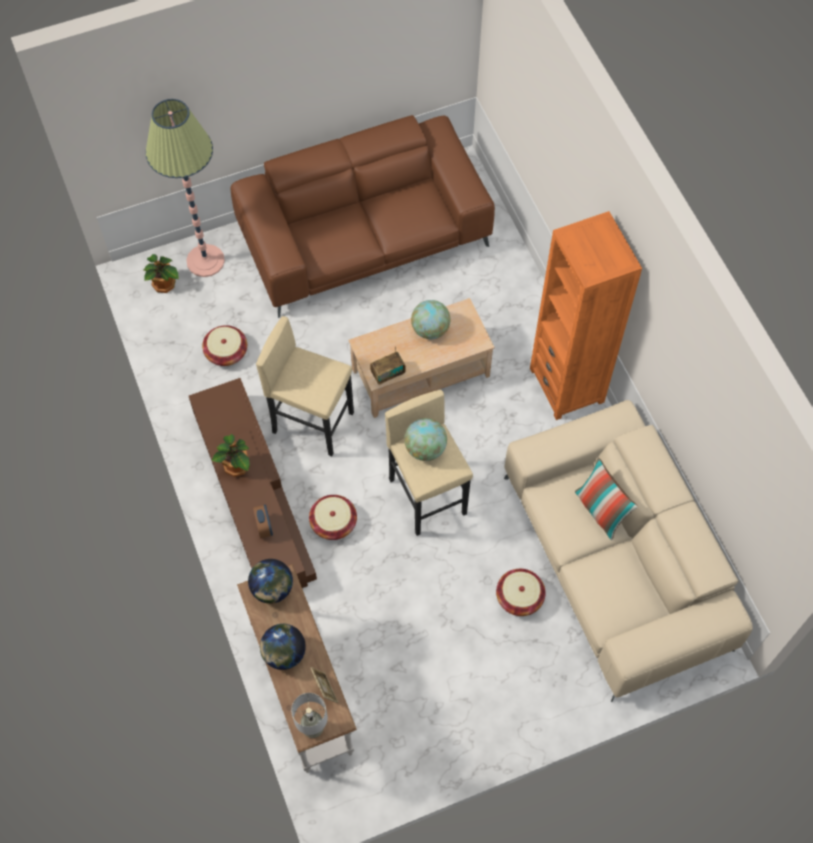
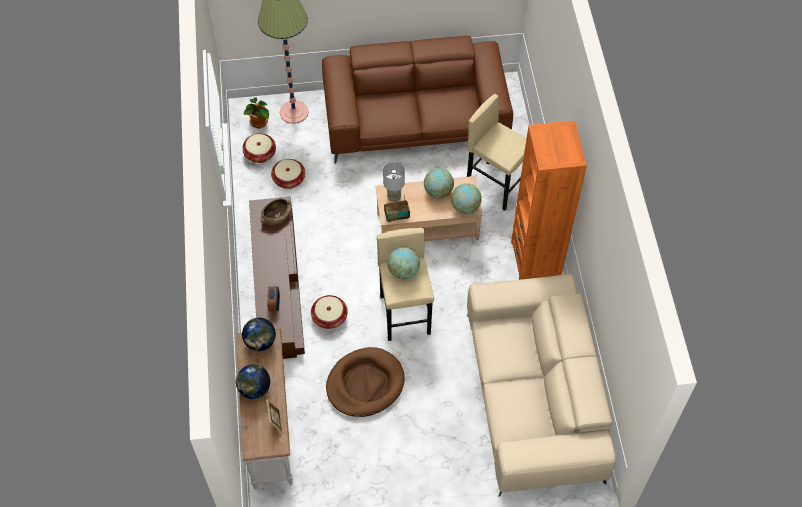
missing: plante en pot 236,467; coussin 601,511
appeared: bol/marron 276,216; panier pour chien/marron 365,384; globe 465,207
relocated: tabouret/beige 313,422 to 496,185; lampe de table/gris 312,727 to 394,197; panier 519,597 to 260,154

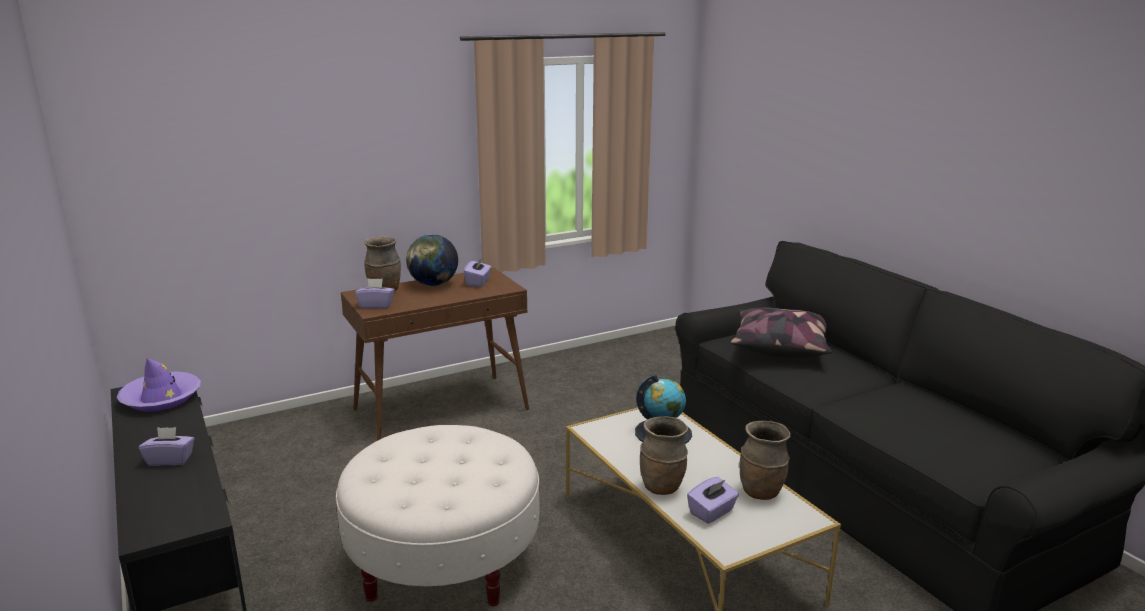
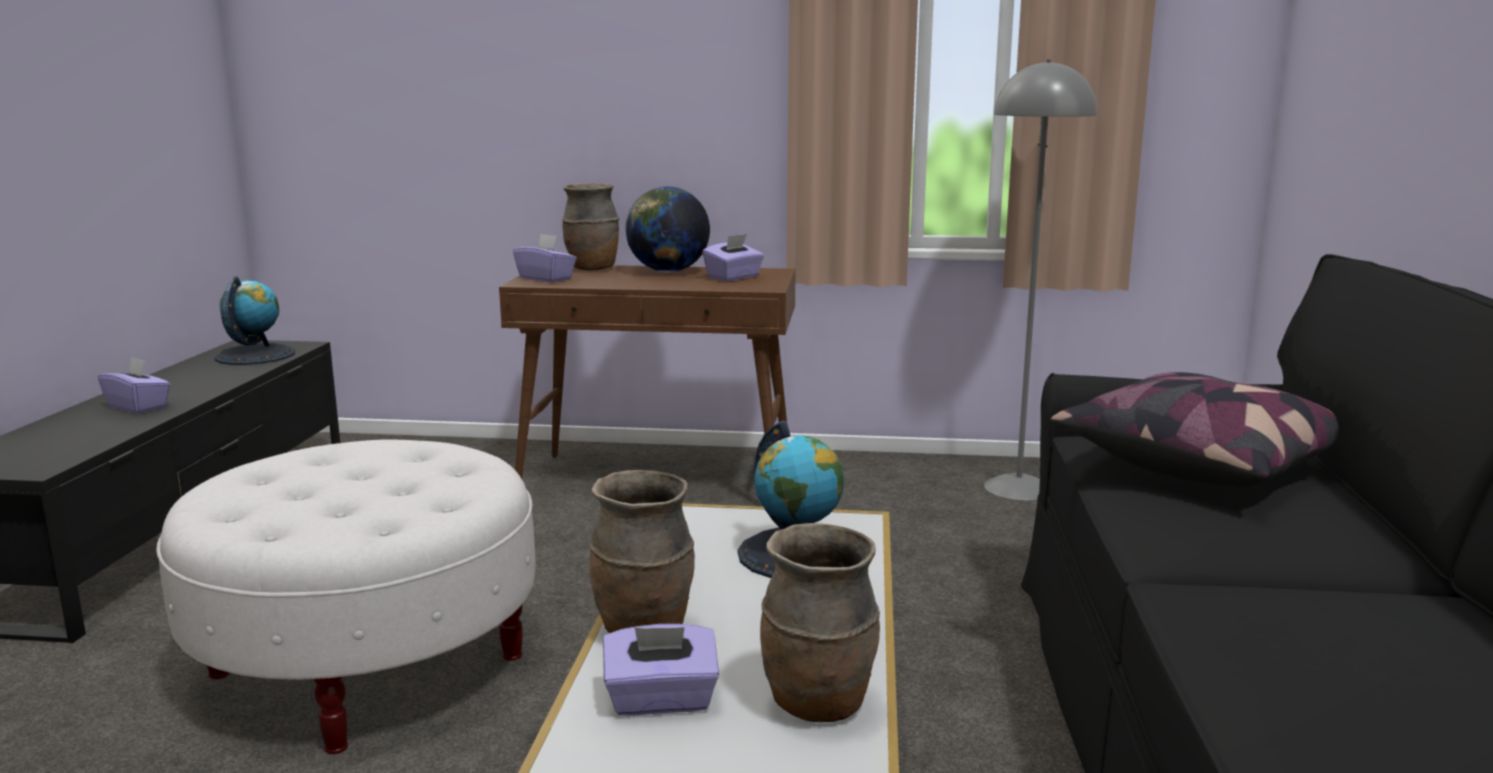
appeared: lampadaire/gris 1019,488
exchanged: chapeau/violet 161,398 to globe 255,355

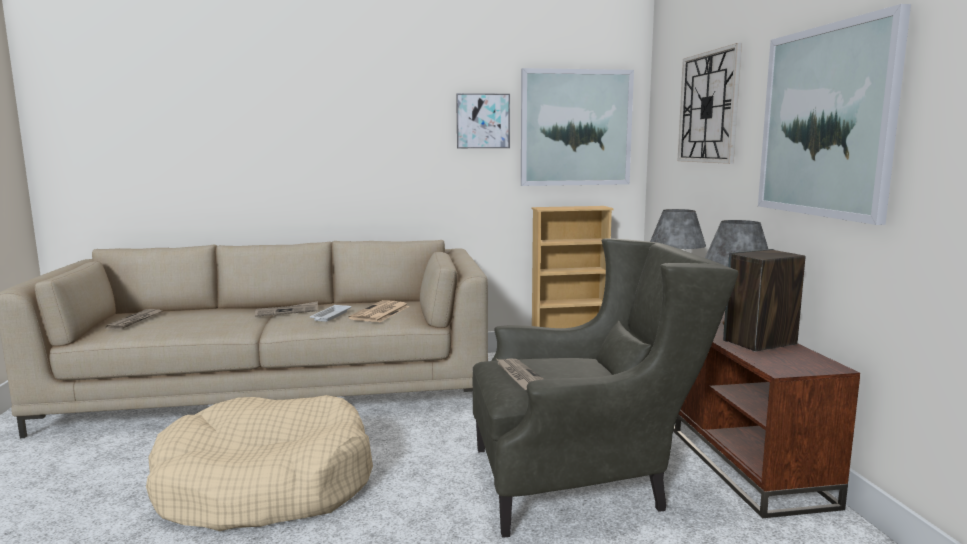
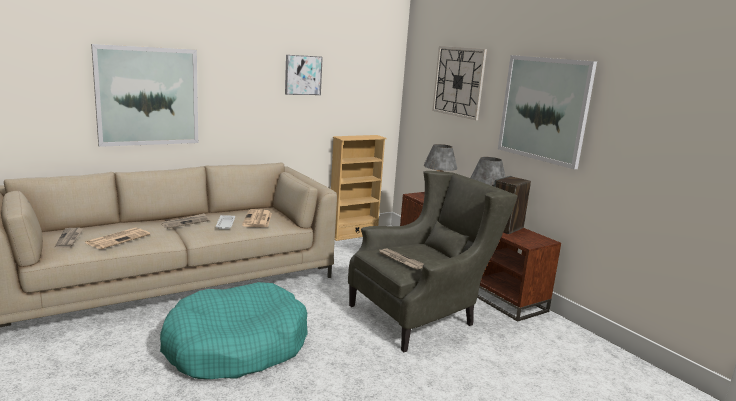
appeared: journal 118,238
relocated: tableau 576,128 to 148,96
colour: panier pour chien/beige 266,485 to panier pour chien/turquoise 236,346

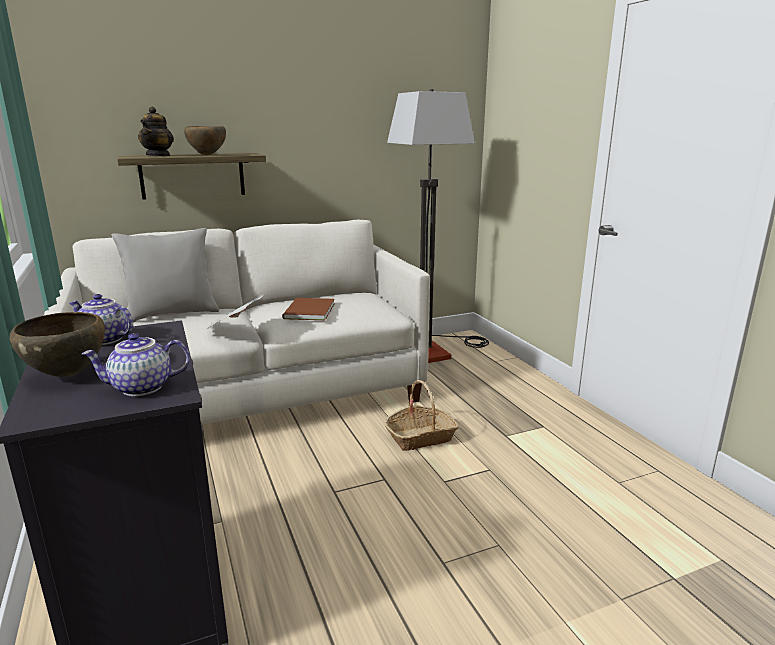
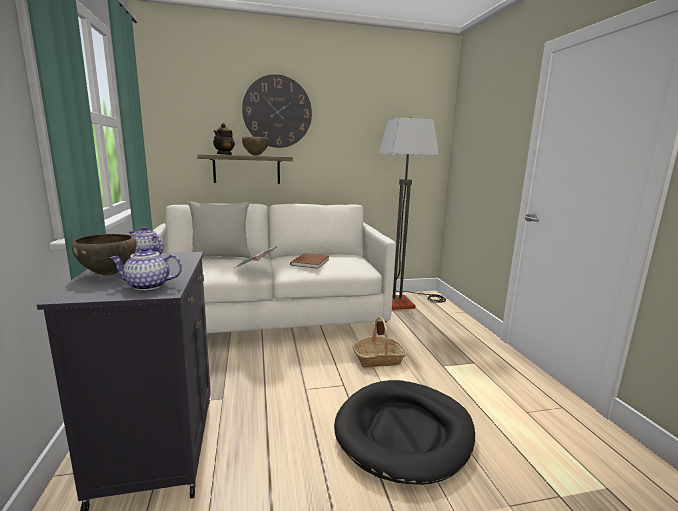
appeared: horloge murale 277,112; panier pour chien/noir 404,432

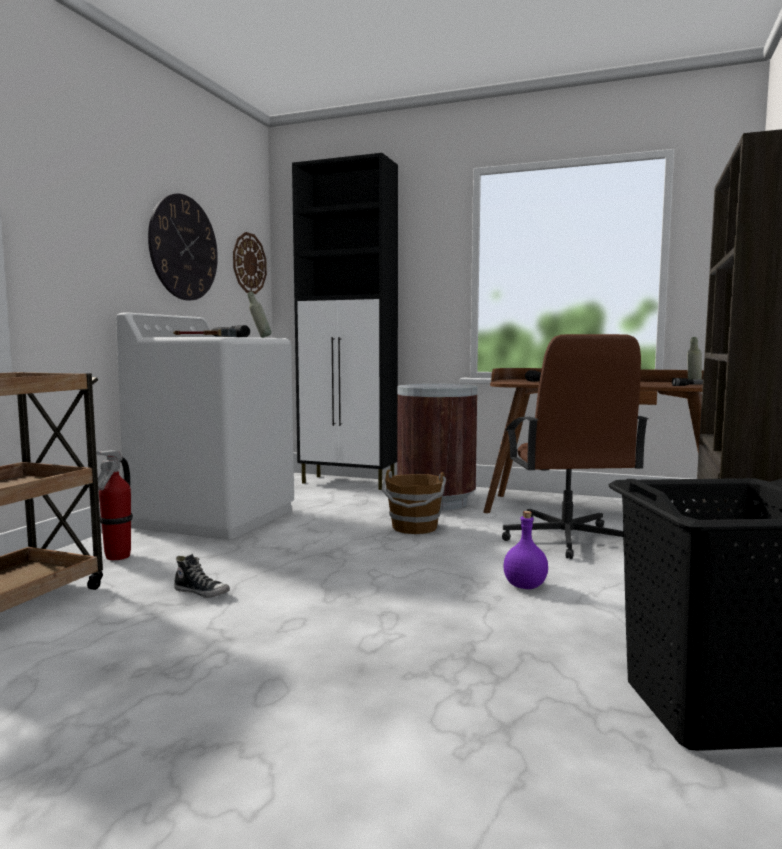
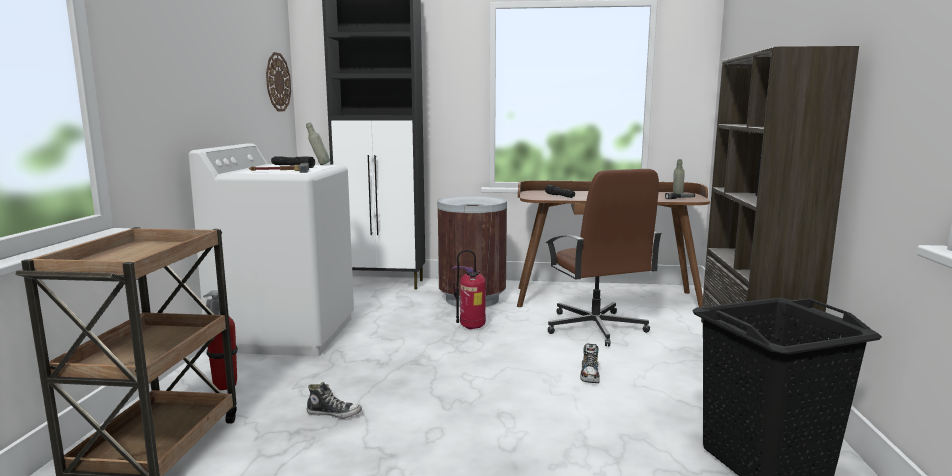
missing: horloge murale 184,248
exchanged: seau/marron 414,528 to extincteur 471,328; bouteille/violet 525,586 to chaussure 590,375

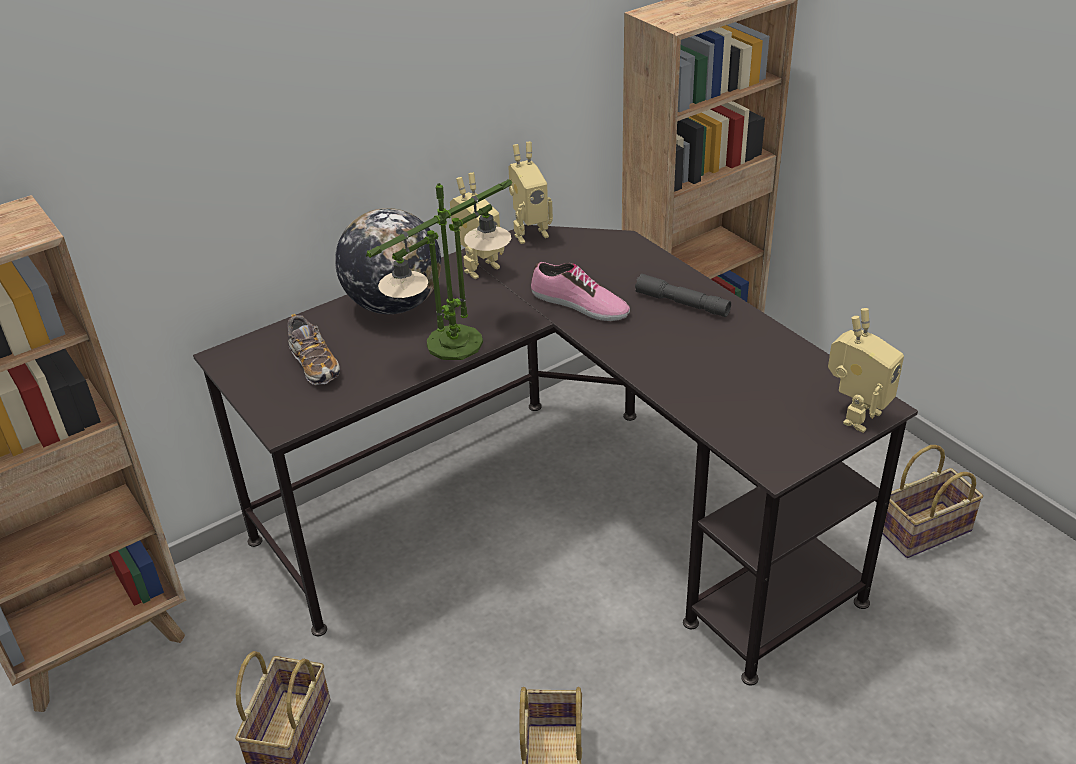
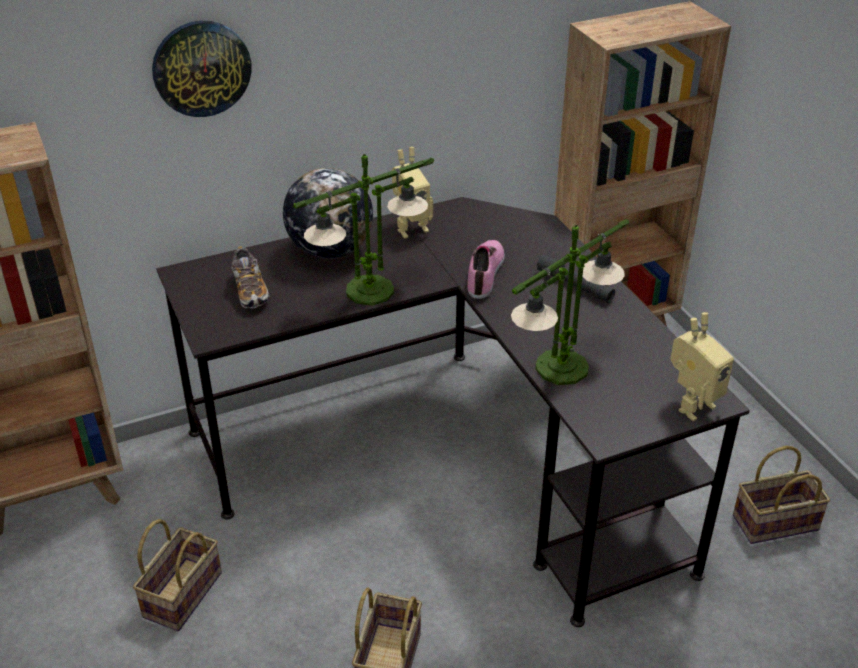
missing: robot jouet 529,233
appeared: horloge murale 201,68; lampe de table 561,368
spun: chaussure 579,304 = 485,273 120 degrees counterclockwise

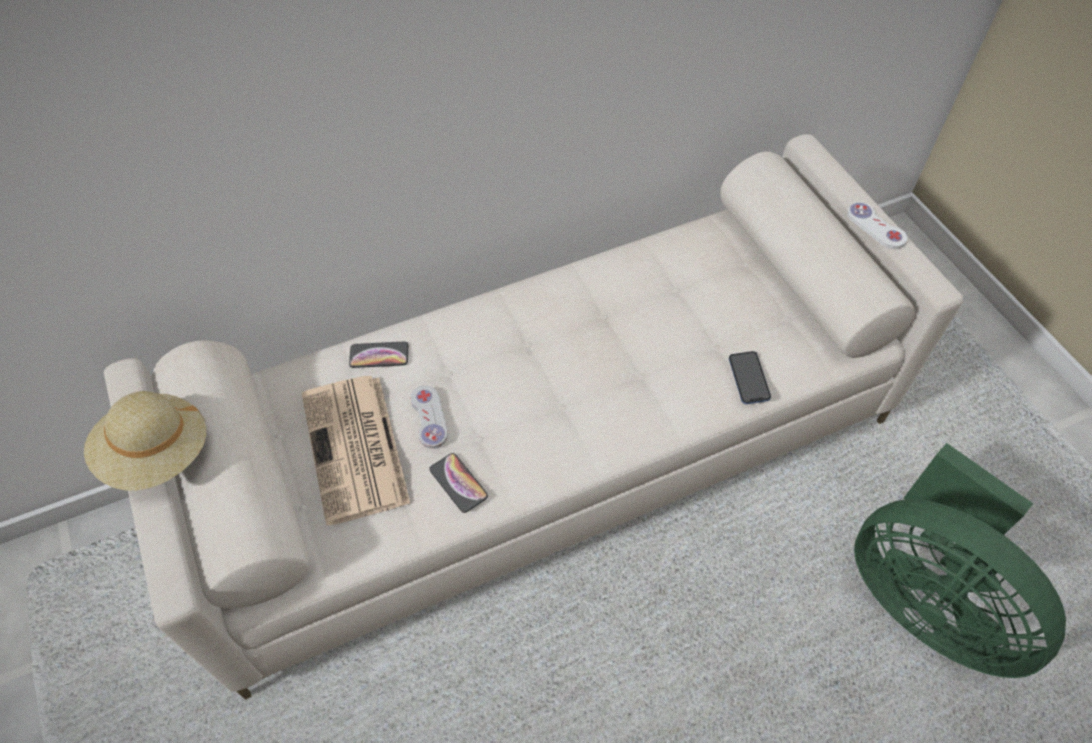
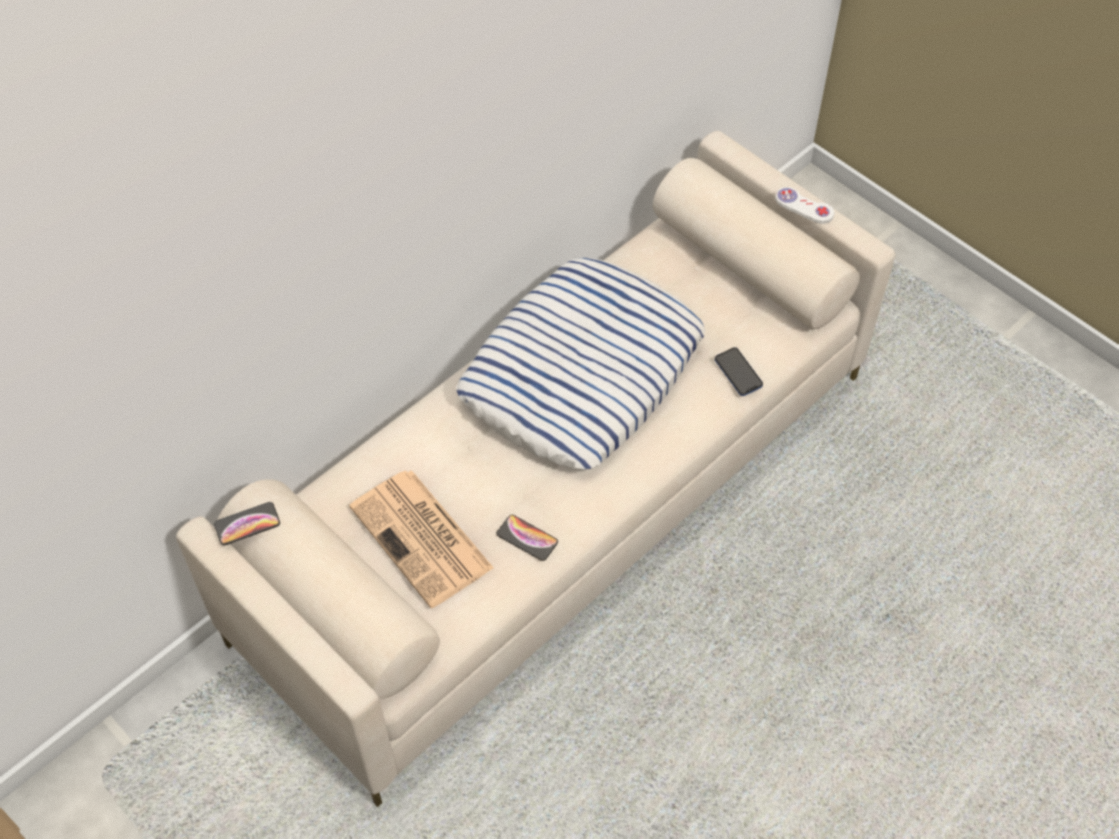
missing: chapeau/beige 156,454; manette/blanc 429,417; ventilateur/vert 924,599
appeared: coussin 582,372
relocated: téléphone 379,355 to 247,524

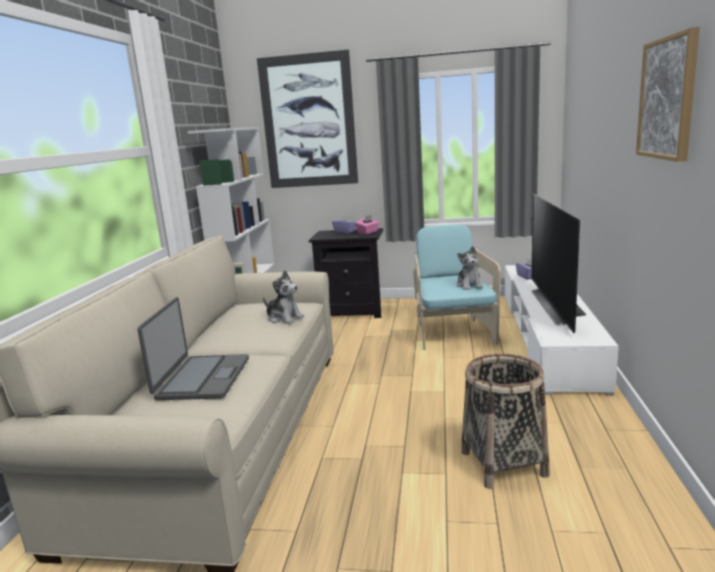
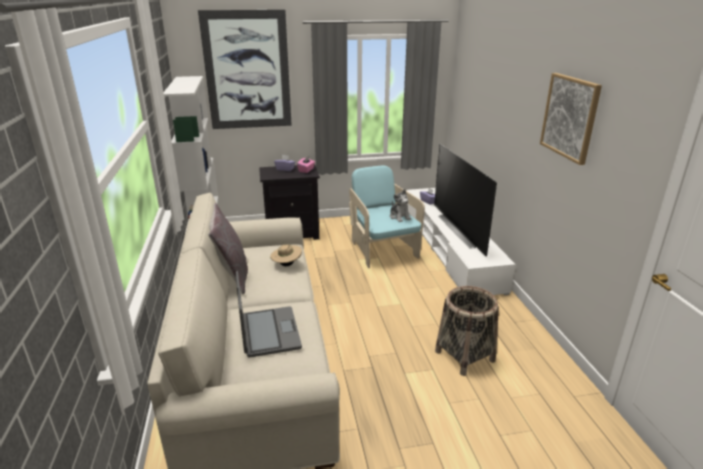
appeared: coussin/gris 232,276
exchanged: peluche 284,318 to chapeau/beige 286,264

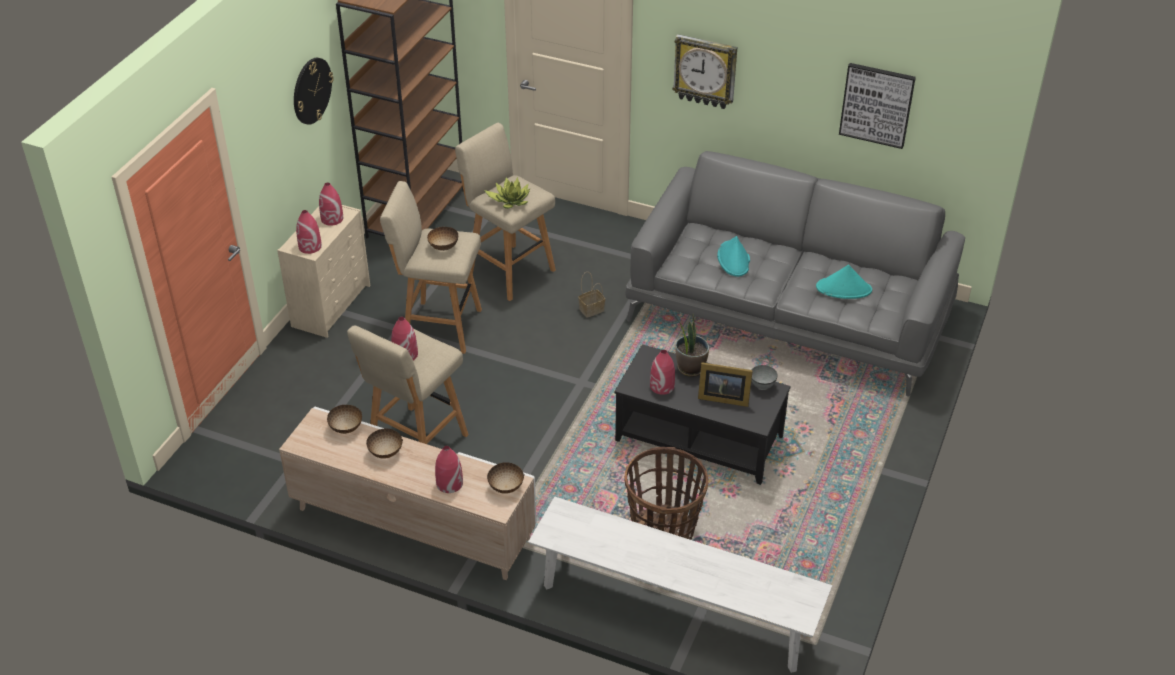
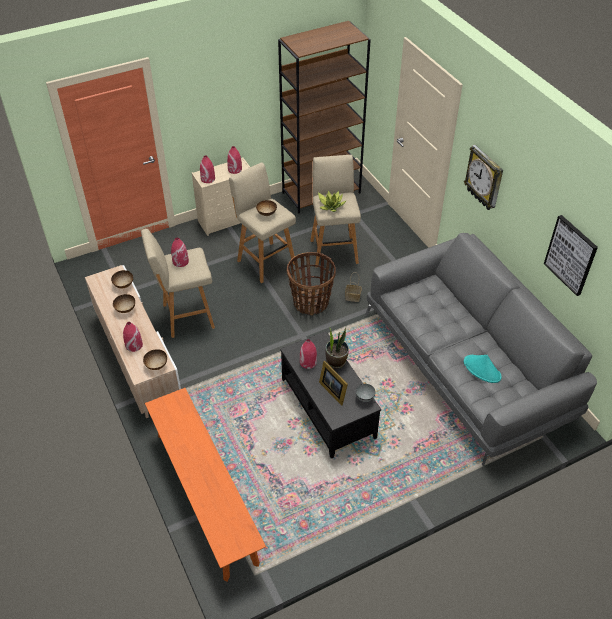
missing: horloge murale 311,90; chapeau/turquoise 733,259
relocated: panier 663,531 to 311,302
colour: banc/blanc 674,610 to banc/orange 205,496

